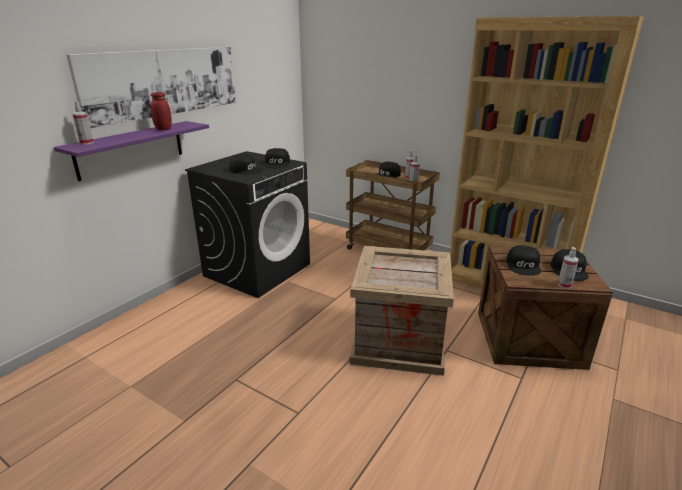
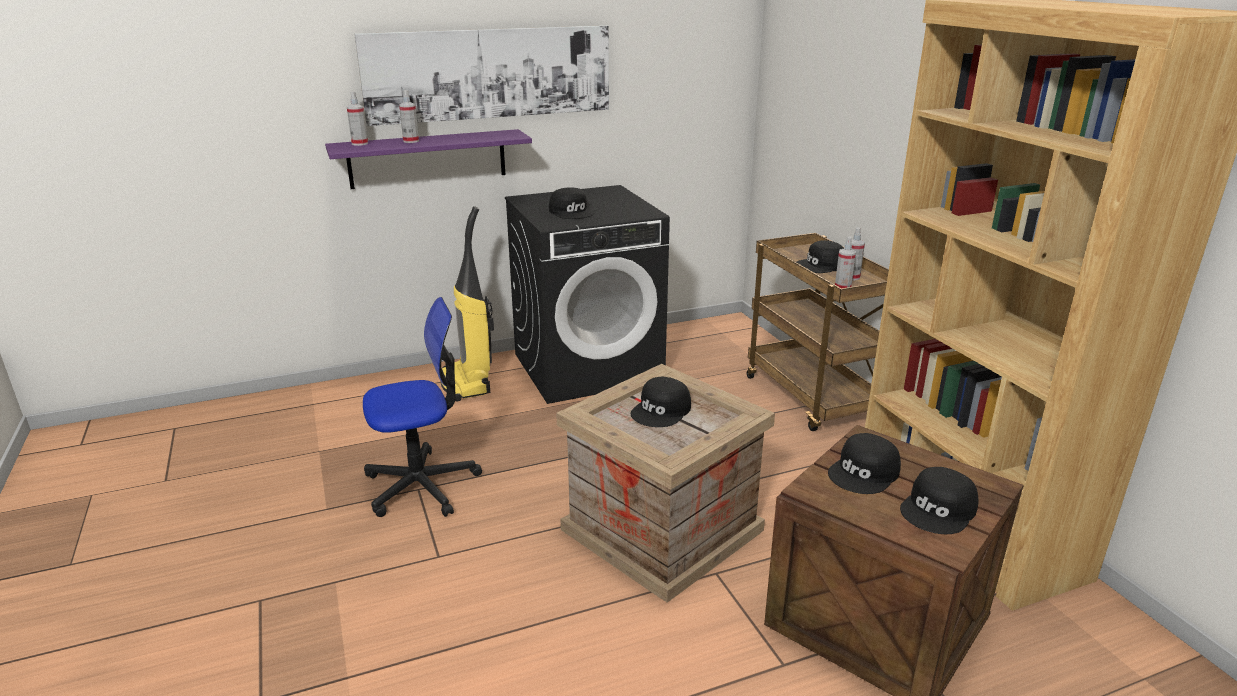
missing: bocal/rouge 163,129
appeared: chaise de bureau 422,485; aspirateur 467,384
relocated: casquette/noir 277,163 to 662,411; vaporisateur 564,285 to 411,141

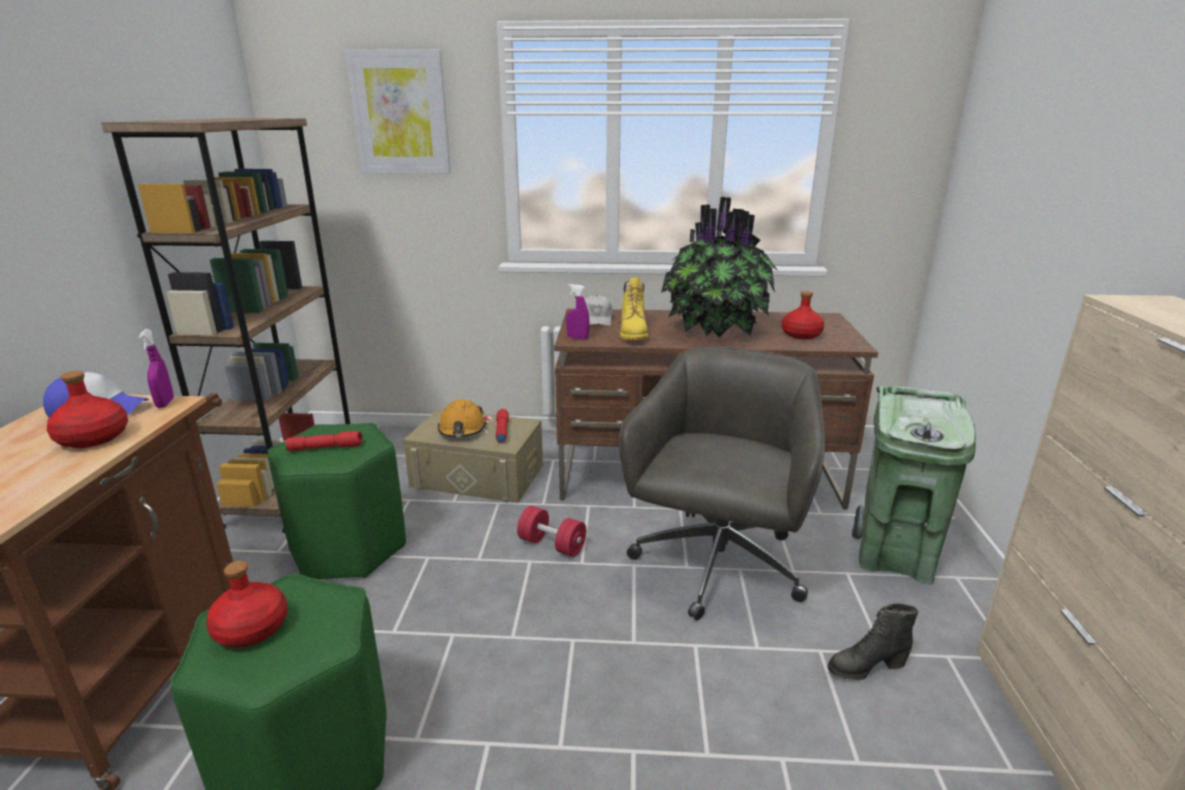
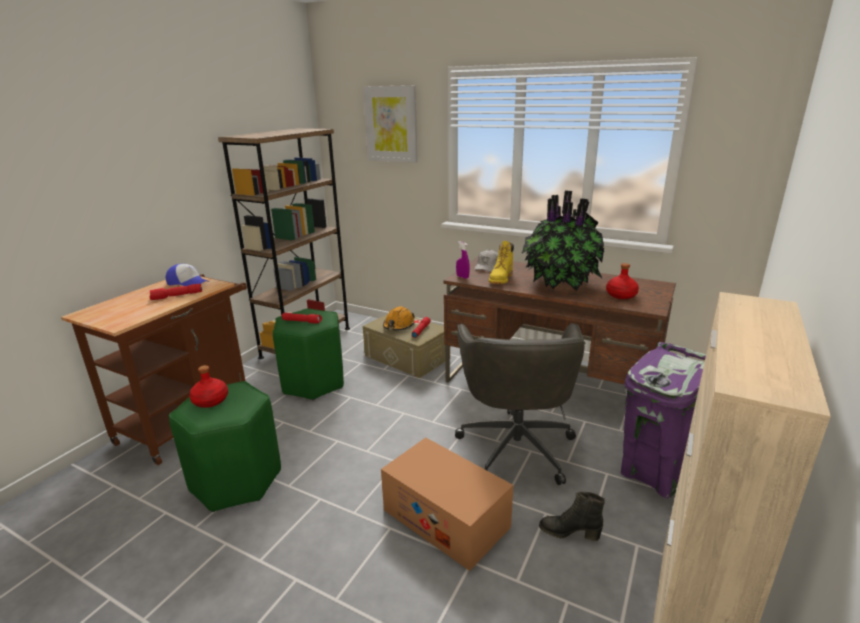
missing: vaporisateur/violet 165,403; haltère/rouge 552,545
appeared: carton 446,518
exchanged: bouteille/rouge 94,438 to lampe de poche/rouge 176,296
colour: poubelle/vert 895,557 to poubelle/violet 654,473
spun: chaise de bureau/gris 716,566 = 516,445 135 degrees clockwise

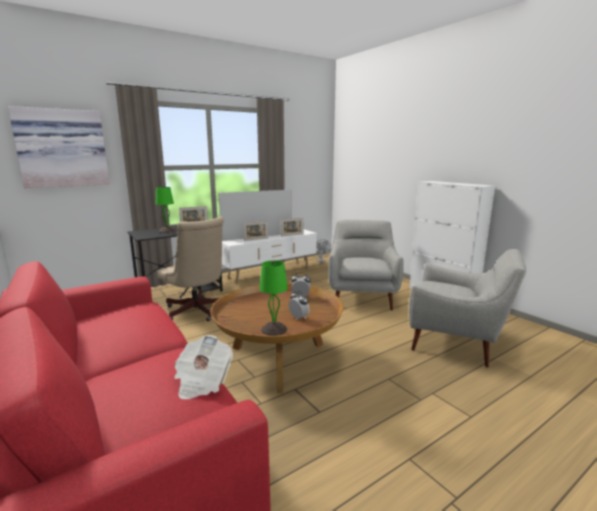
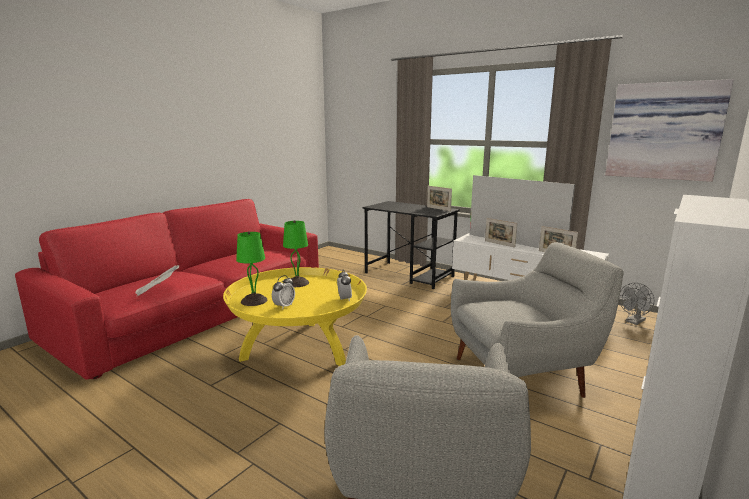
missing: chaise de bureau/beige 197,312
relocated: tableau 62,148 to 664,131; lampe de table/vert 167,230 to 297,283
colour: table basse/marron 278,359 to table basse/jaune 299,347

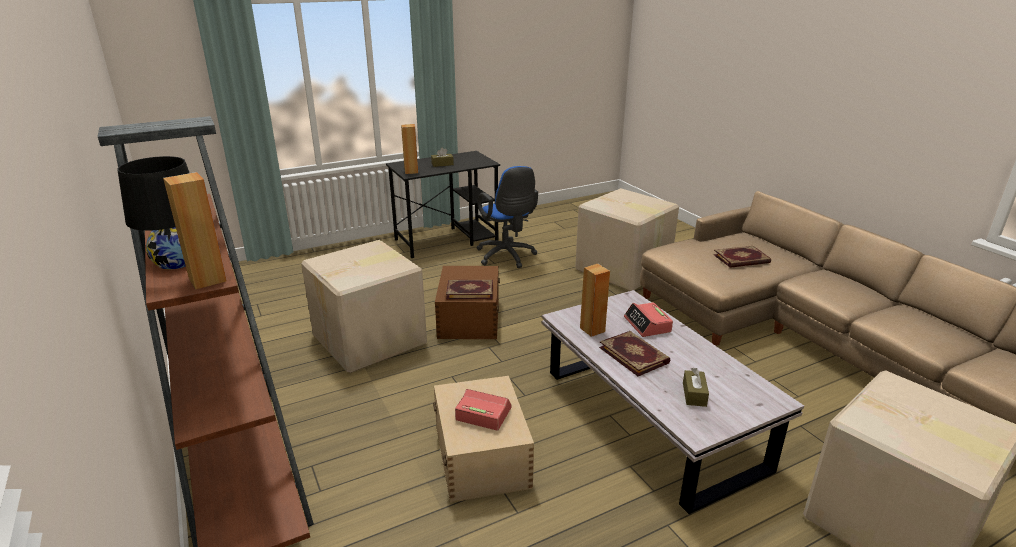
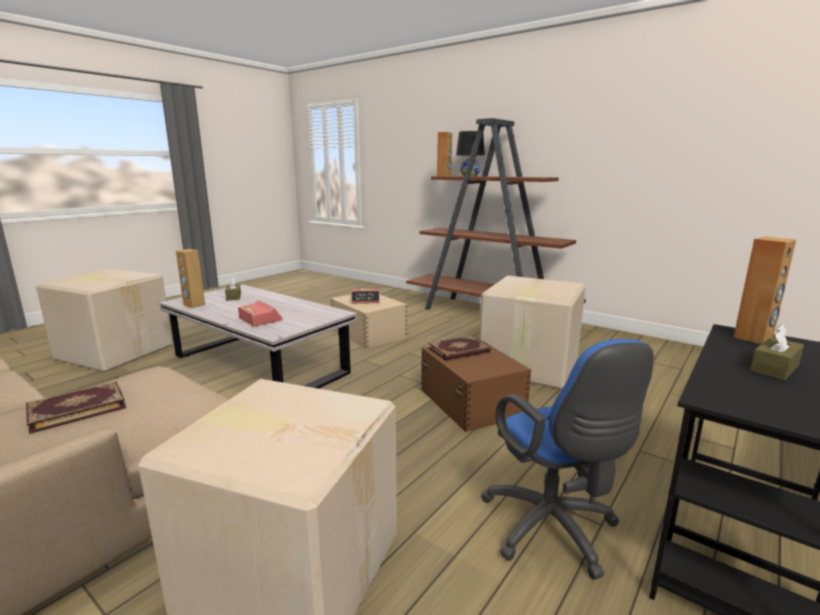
missing: livre 634,355
relocated: enceinte/marron 592,330 to 194,305
spun: chaise de bureau/bleu 507,257 = 553,531 150 degrees counterclockwise

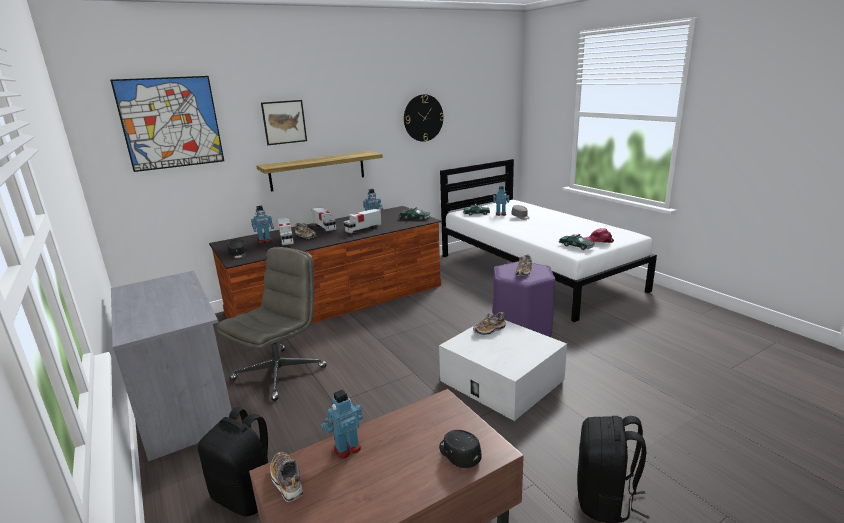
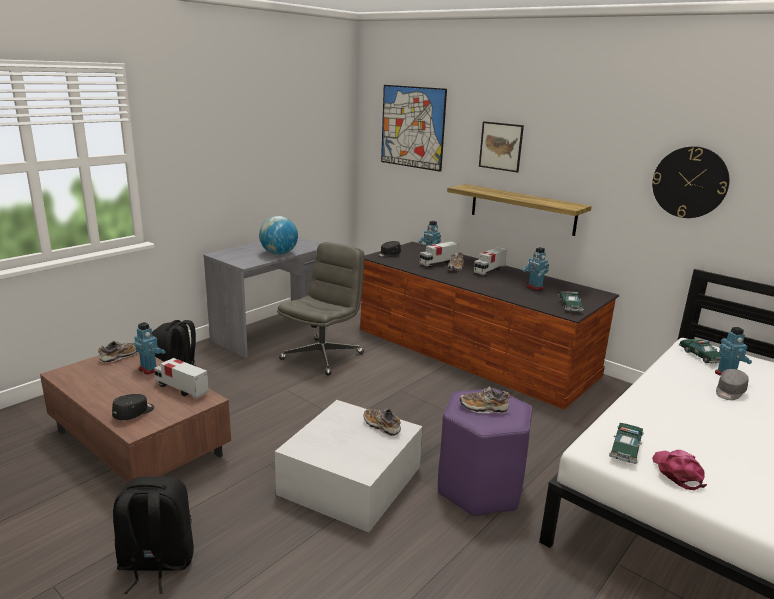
appeared: globe 279,253
relocated: camion jouet 363,229 to 181,389
spun: chaise de bureau/gris 280,373 = 322,356 75 degrees counterclockwise

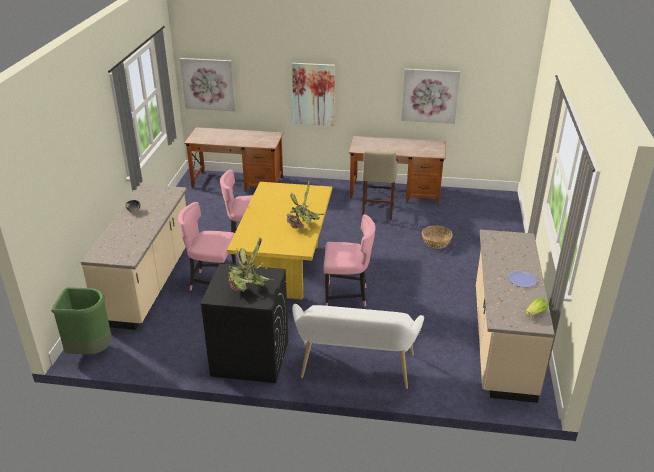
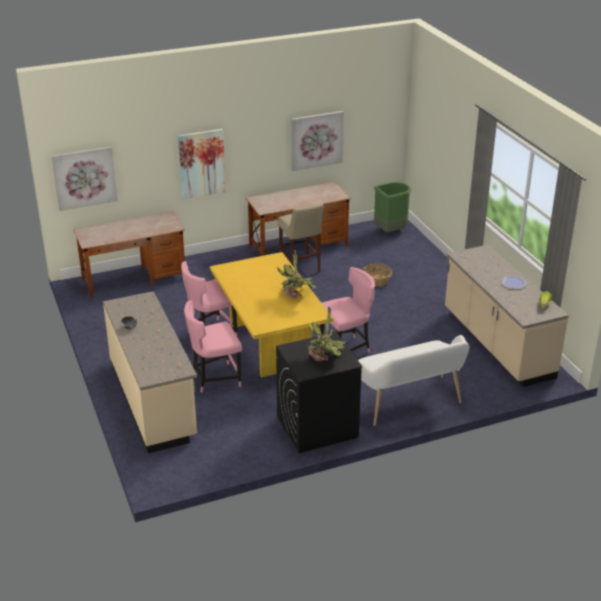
relocated: poubelle/vert 90,350 to 390,231

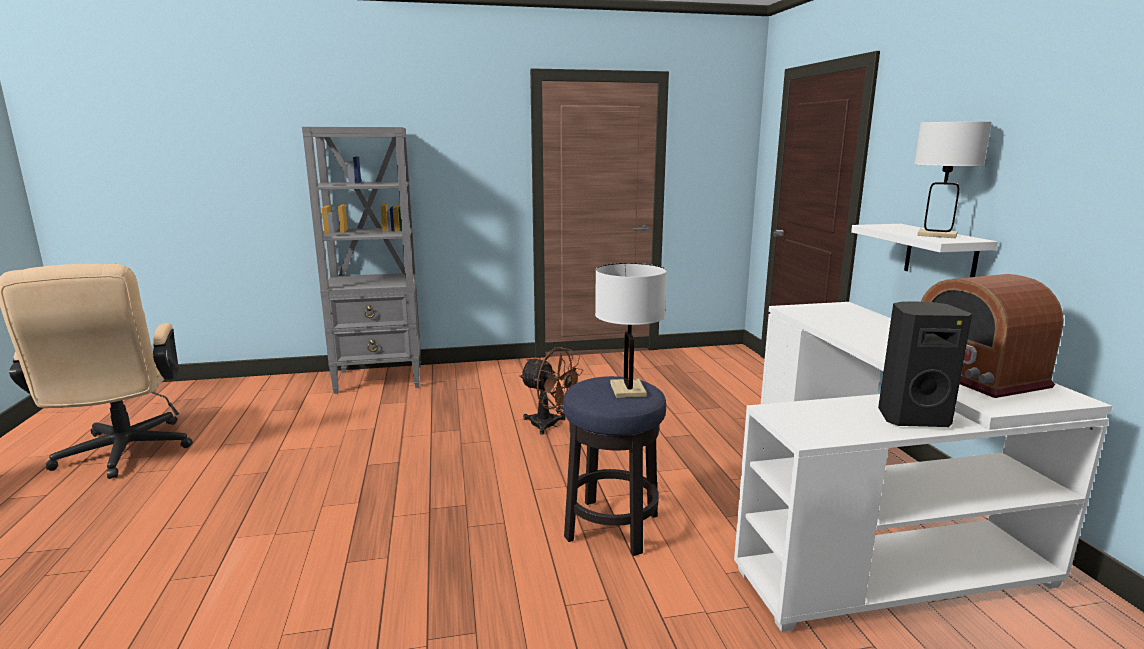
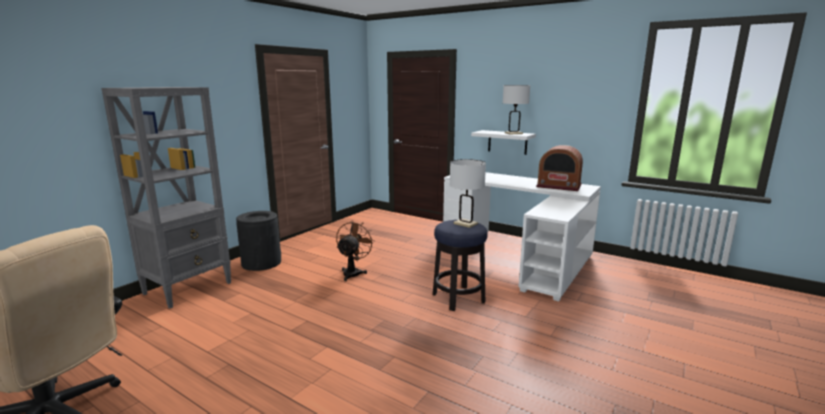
missing: enceinte/noir 911,418
appeared: poubelle/noir 261,262
spun: ventilateur/marron 550,425 = 353,272 60 degrees counterclockwise

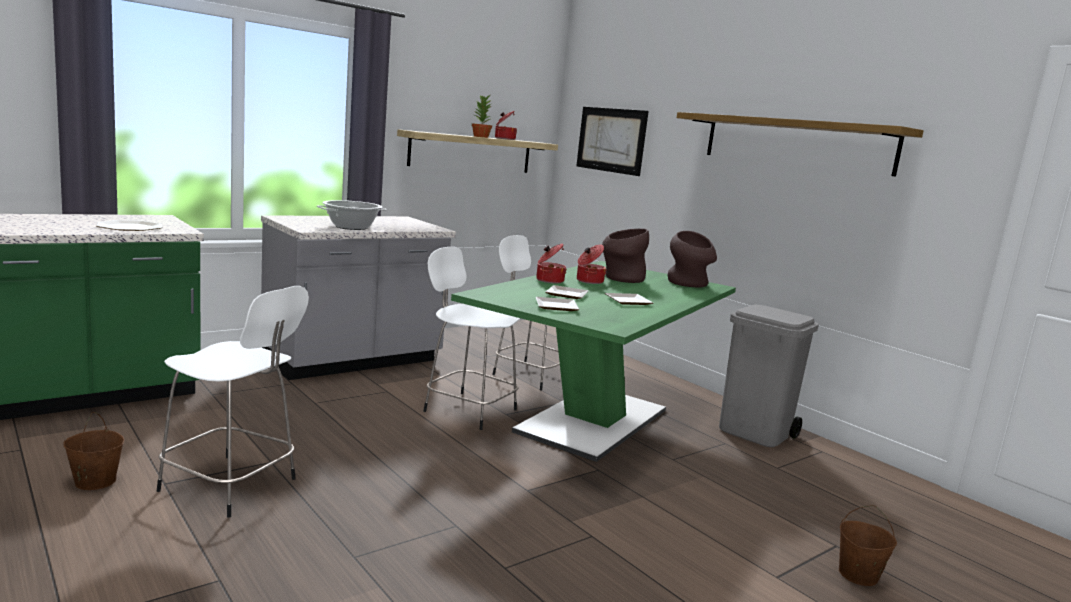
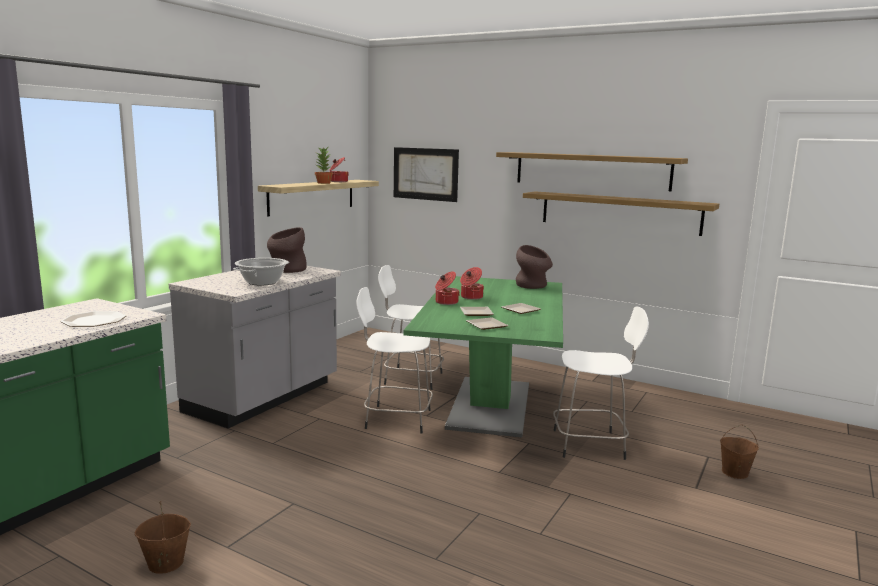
missing: poubelle/gris 755,433
appeared: étagère 619,212
relocated: tabouret/blanc 232,486 to 591,444; vase/marron 620,278 to 286,270

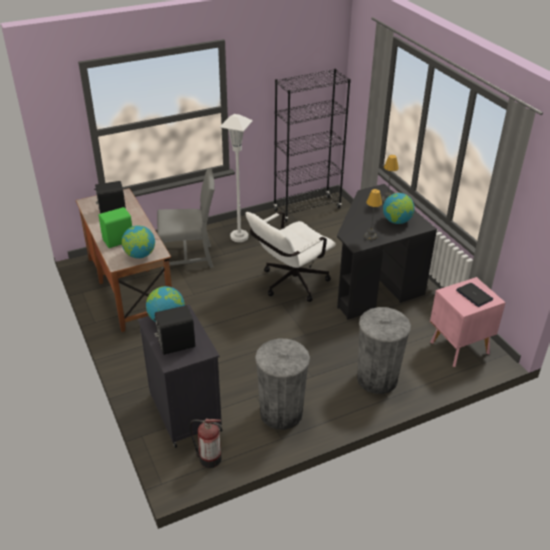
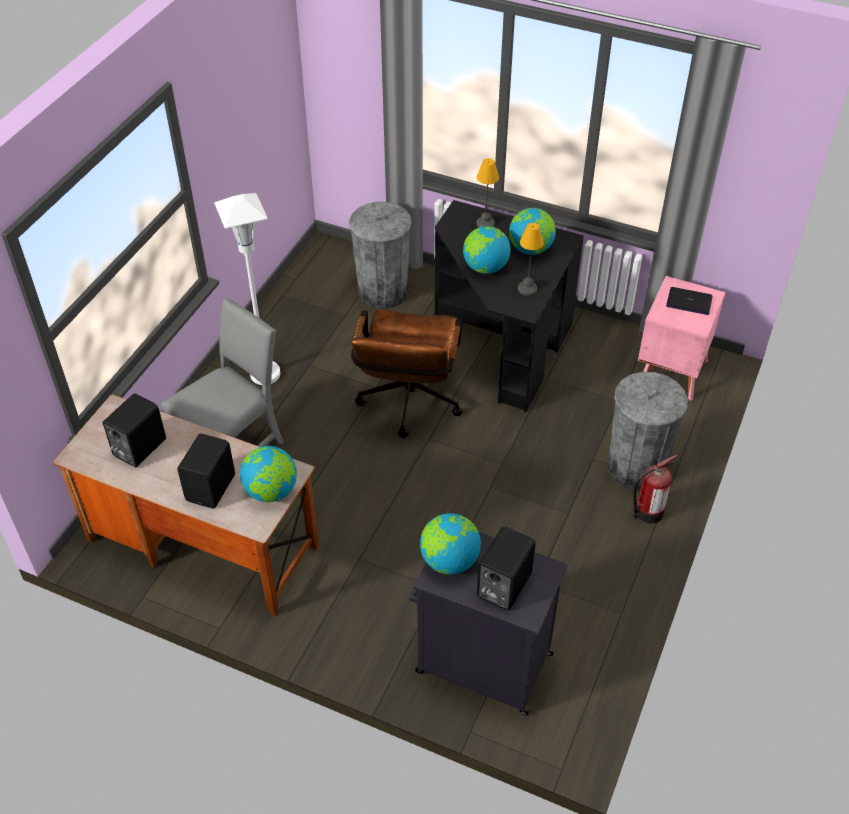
missing: bibliothèque/noir 307,209
appeared: globe 485,267
relocated: extincteur 209,458 to 647,512; poubelle/gris 281,413 to 382,292
colour: enceinte/vert 119,241 to enceinte/noir 212,488; chaise de bureau/blanc 289,284 to chaise de bureau/marron 408,405

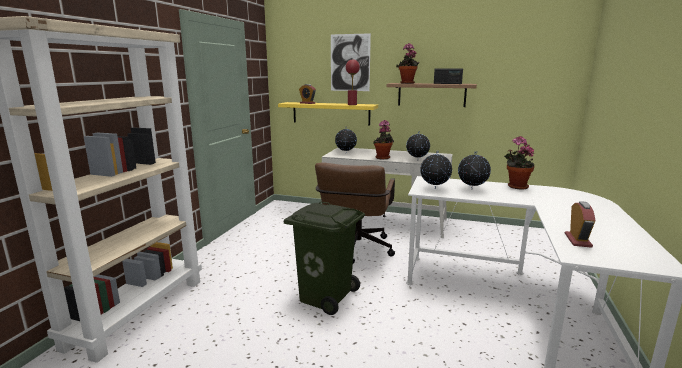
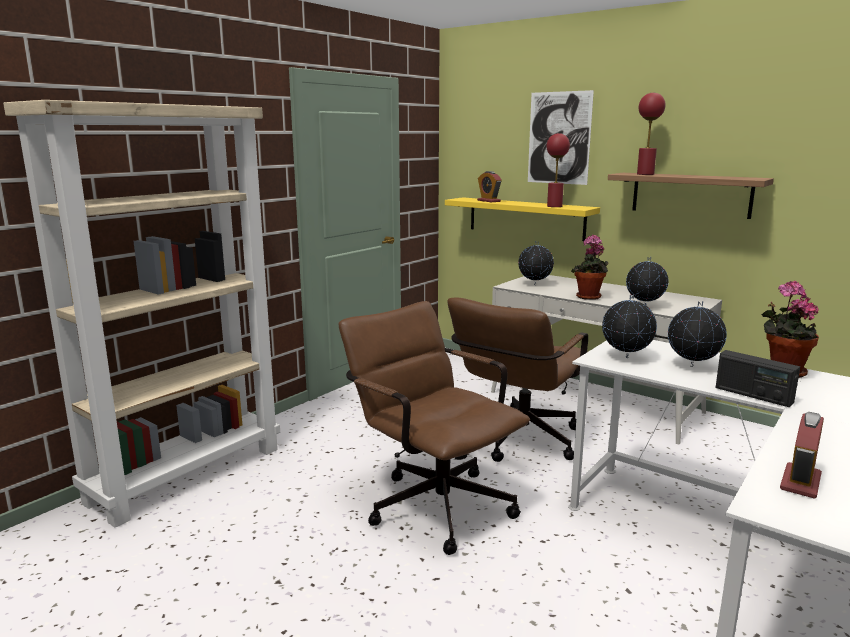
relocated: radio 447,83 to 753,395
exchanged: poubelle/vert 325,296 to chaise de bureau/marron 432,502; plante en pot 407,83 to lampe de table/rouge 645,174

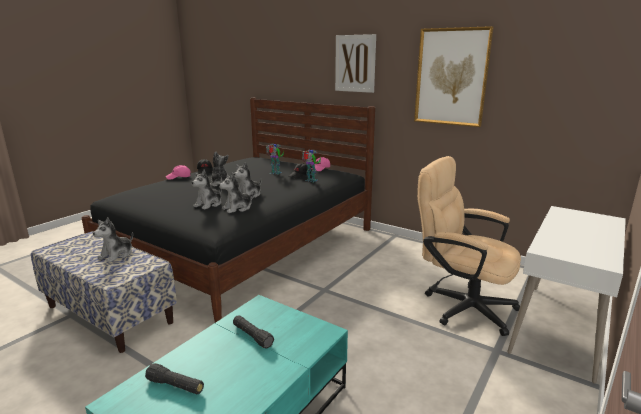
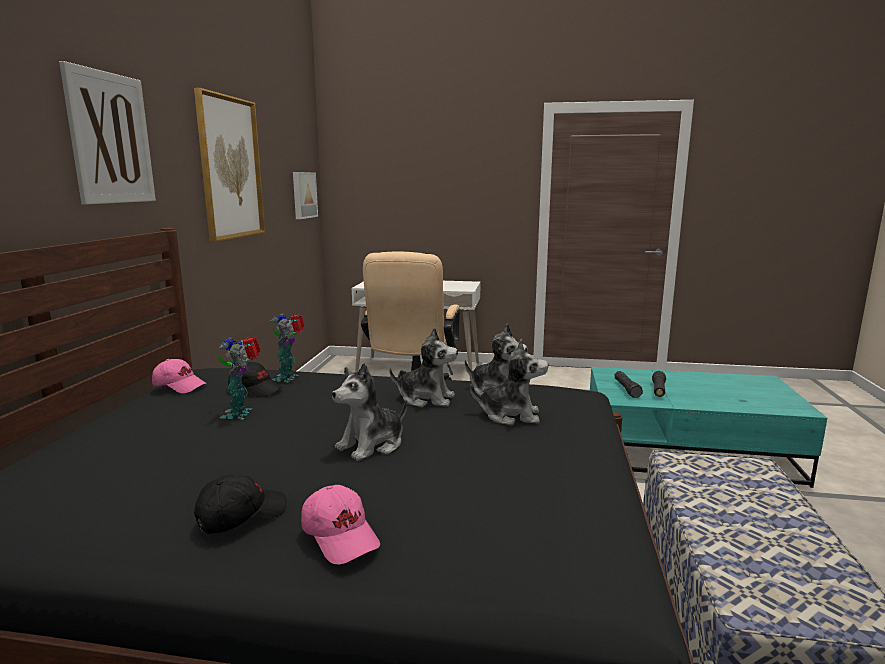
missing: peluche 117,255
appeared: tableau 303,195
relocated: lampe de poche/noir 175,386 to 626,389

